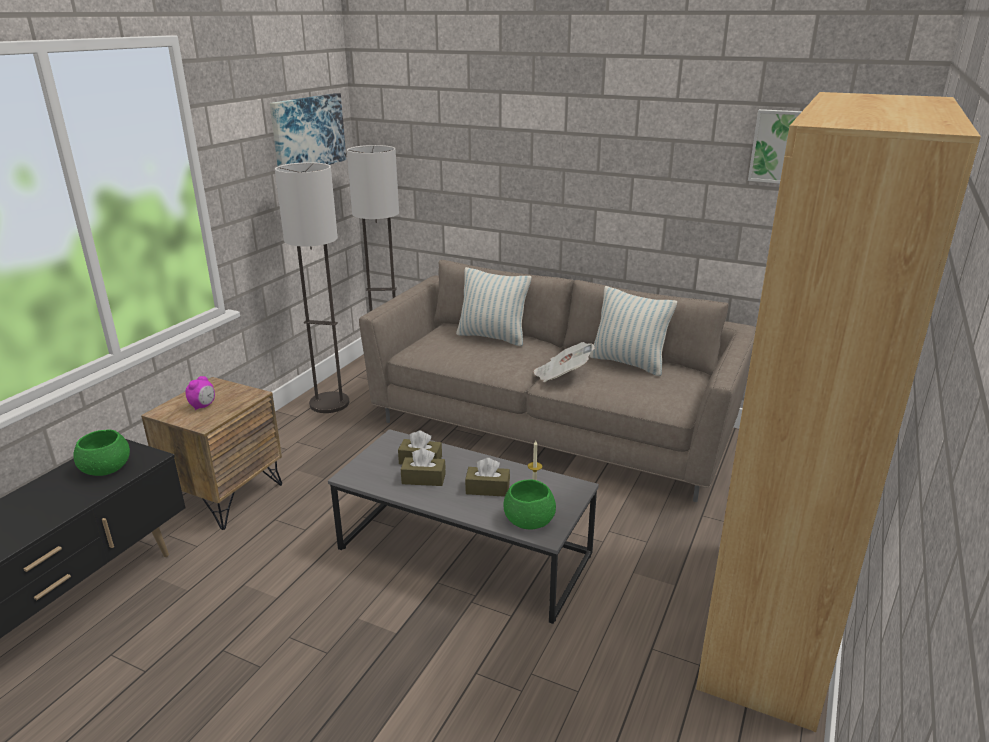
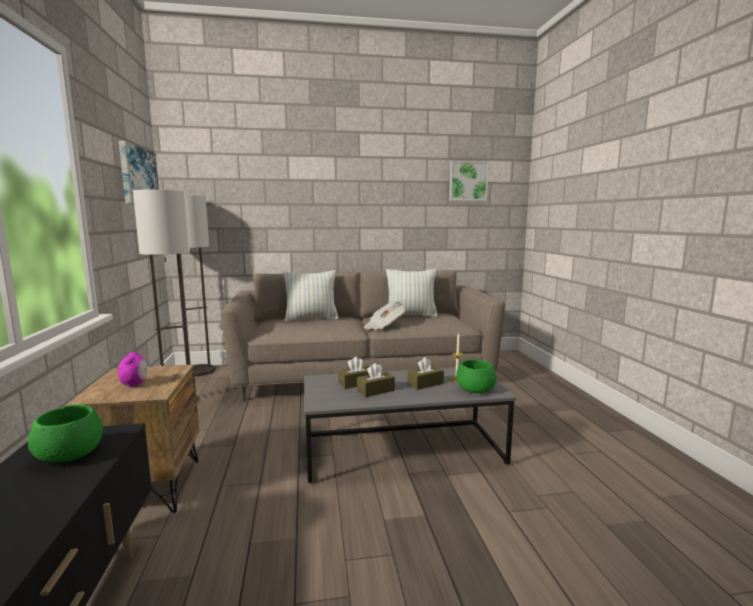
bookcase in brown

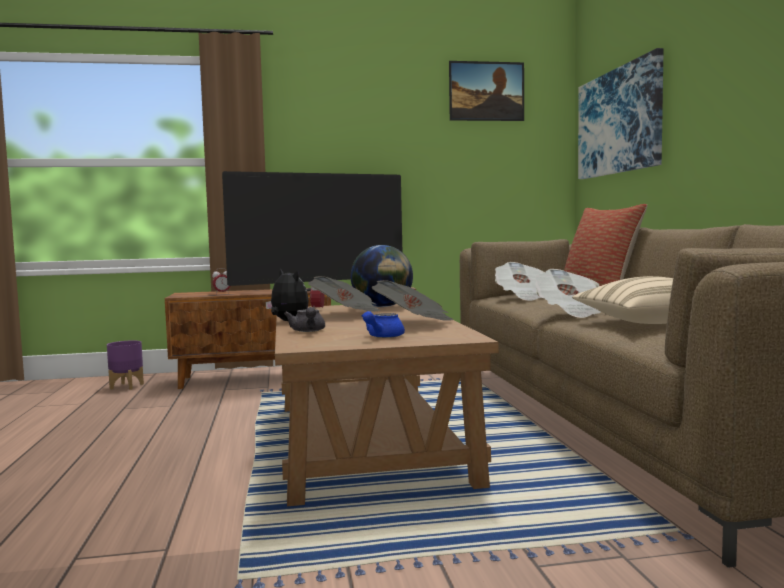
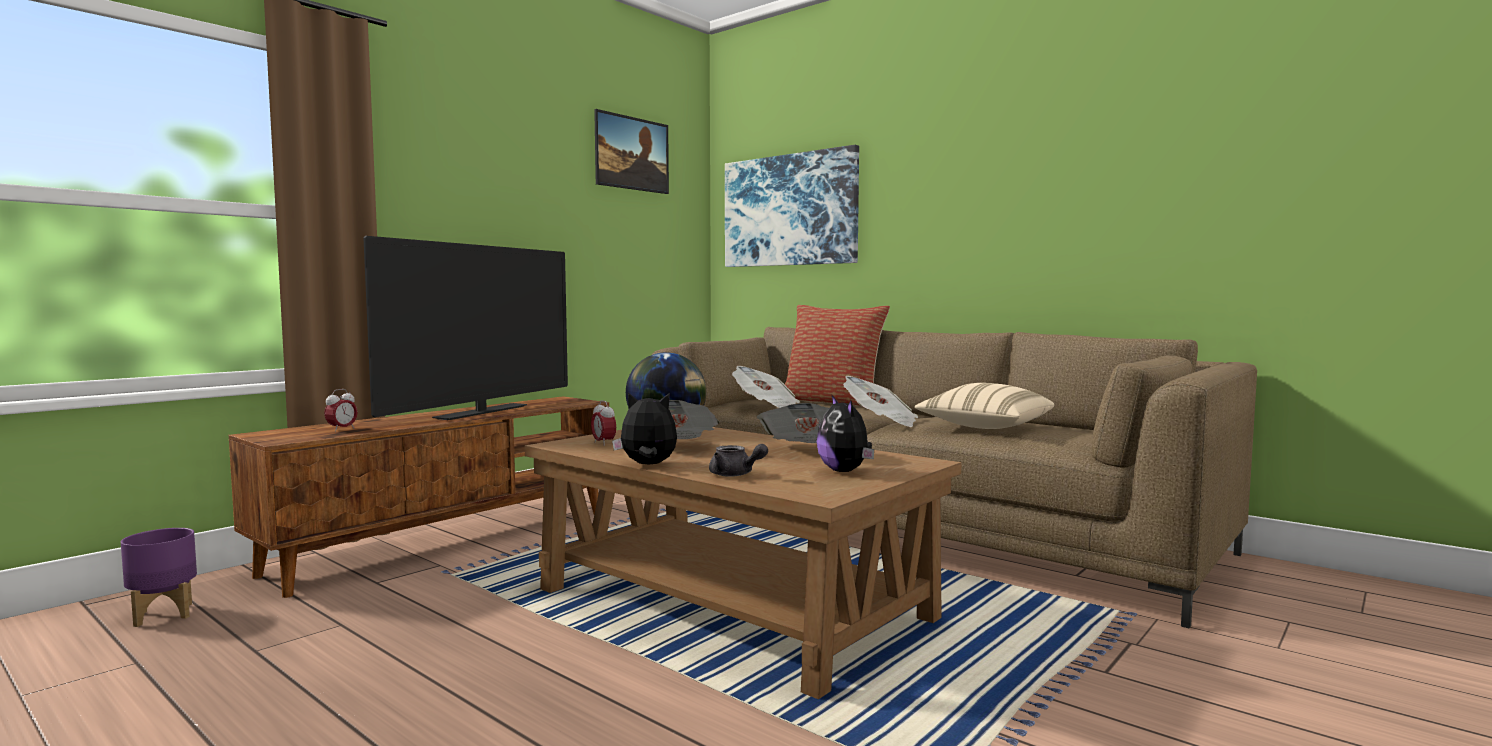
plush toy (no. 2 from left)

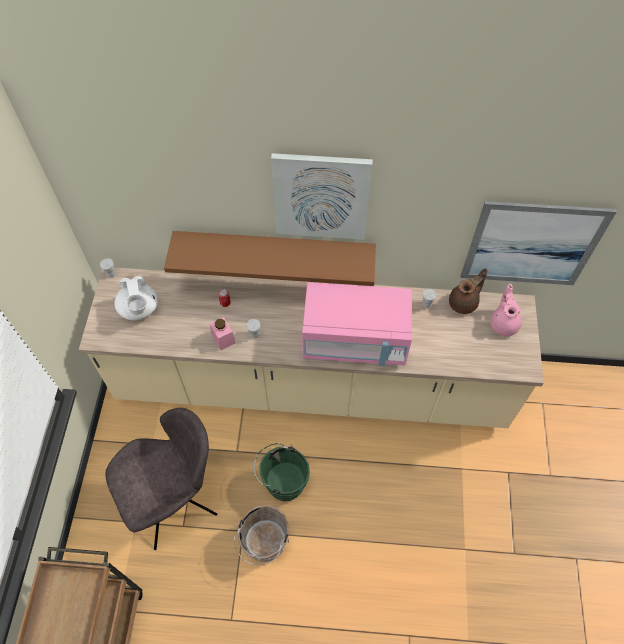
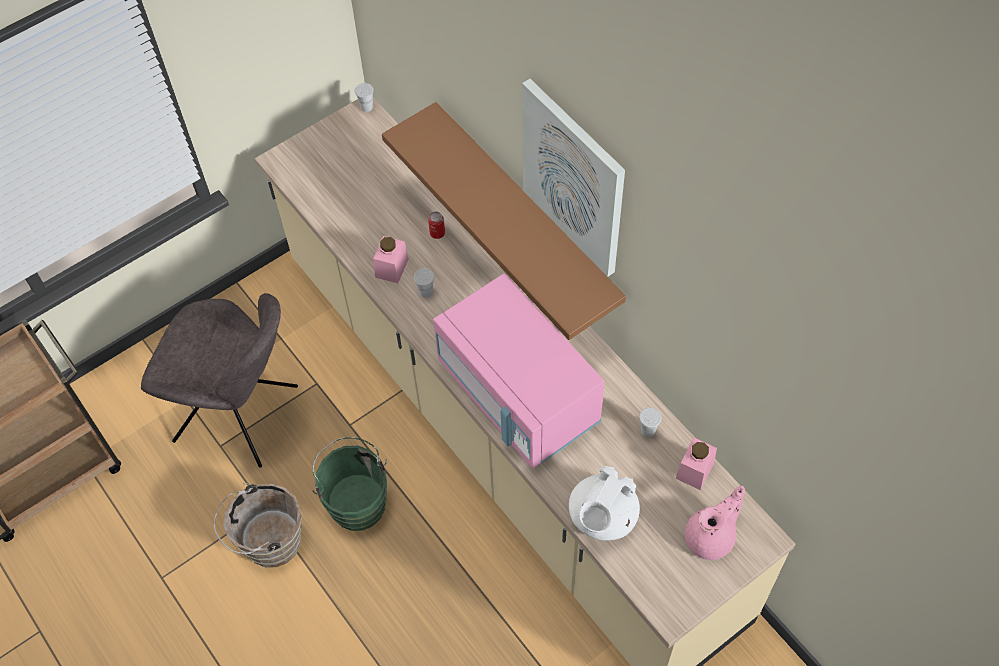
picture (no. 2 from left in the first image); jar in pink (no. 2 from left); teapot in white

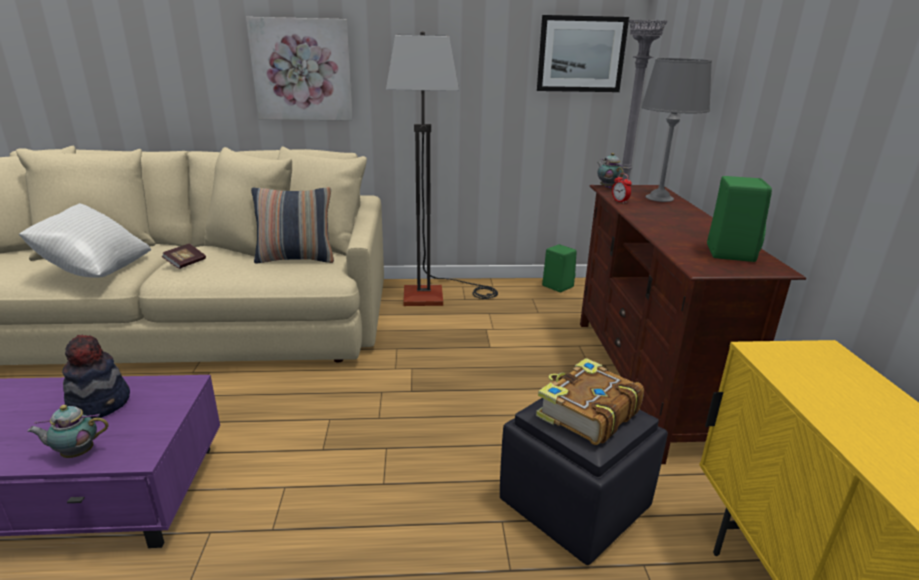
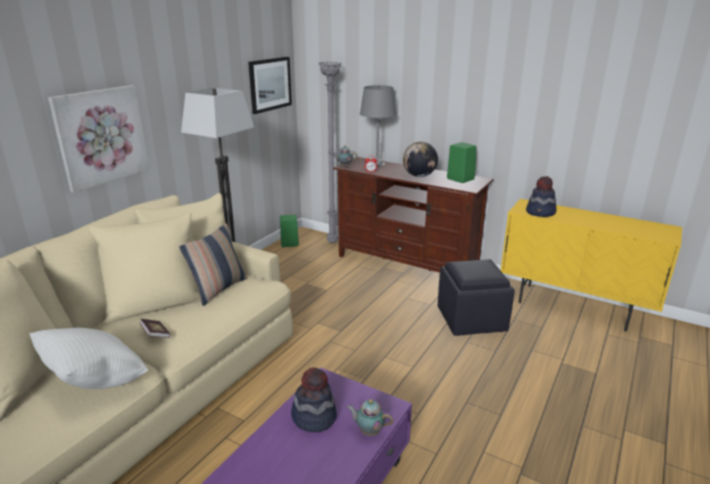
book (no. 2 from left in the first image); teapot (no. 2 from left); globe; hat (no. 2 from left)

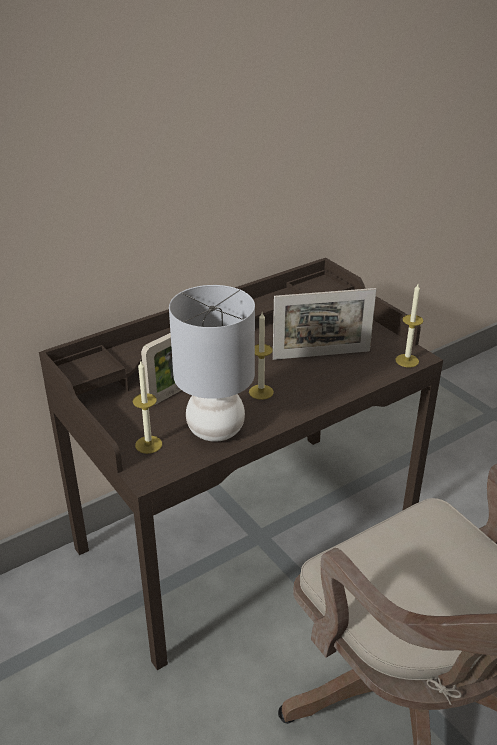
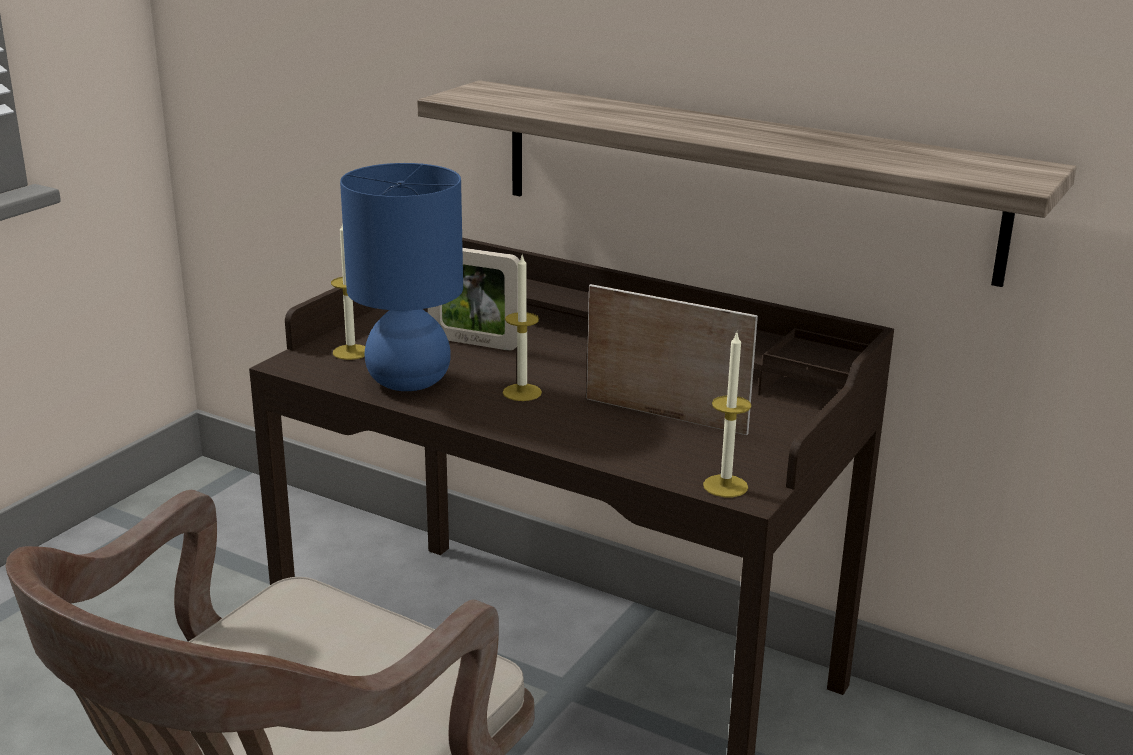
table lamp in blue; picture frame (no. 2 from left); shelf

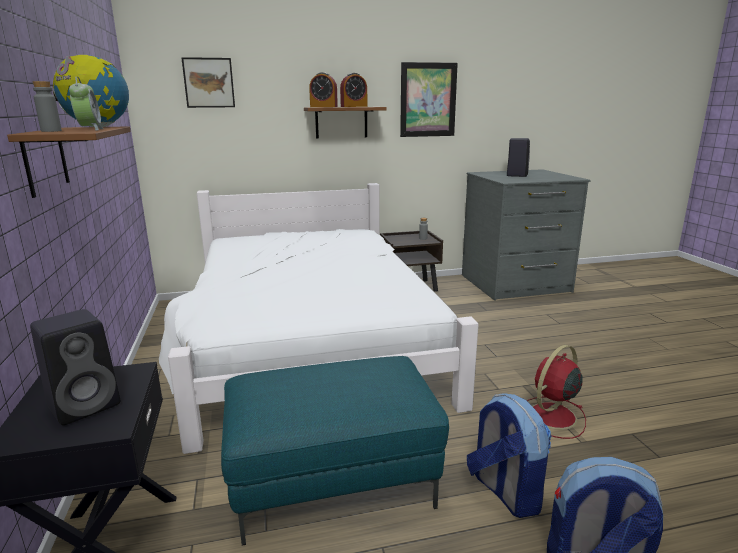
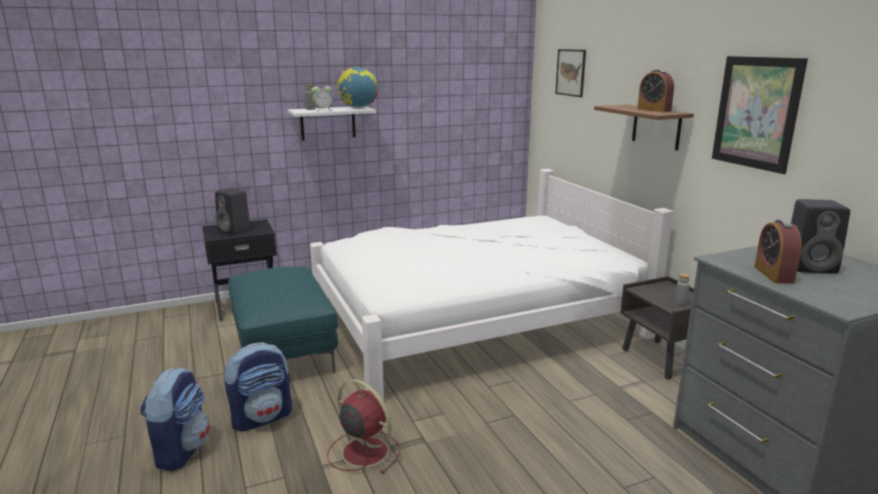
alarm clock (no. 3 from left); shelf in white

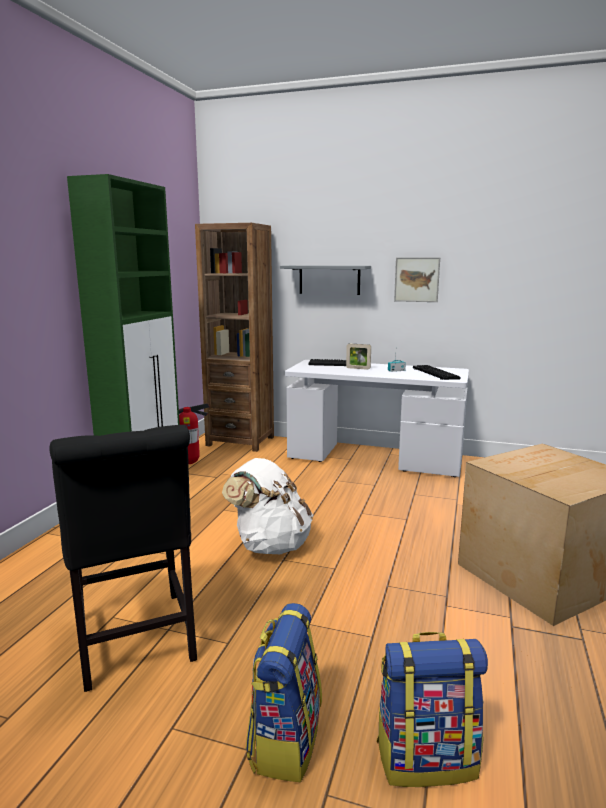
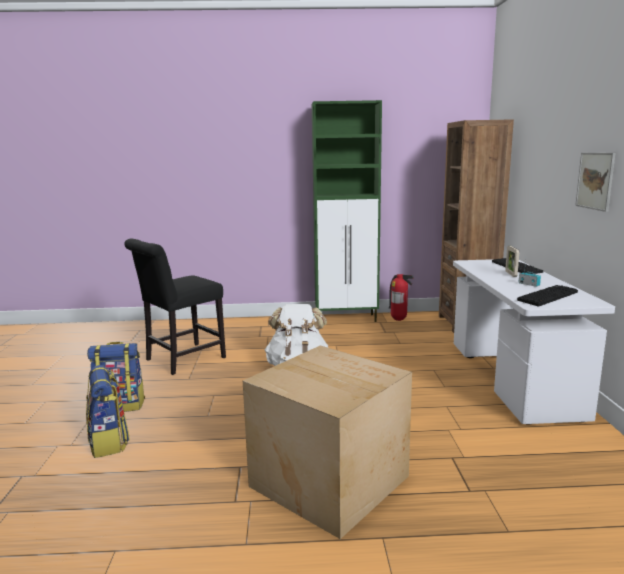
shelf in grey

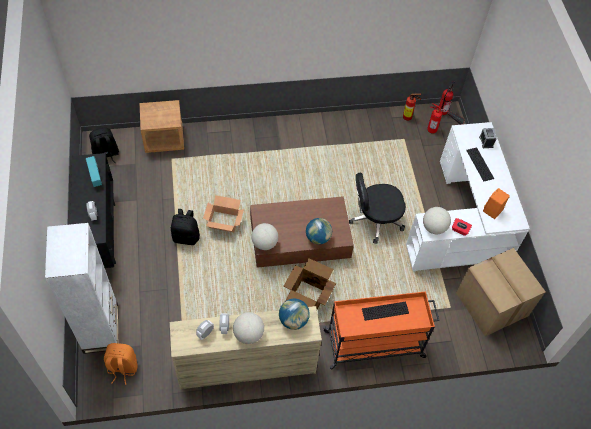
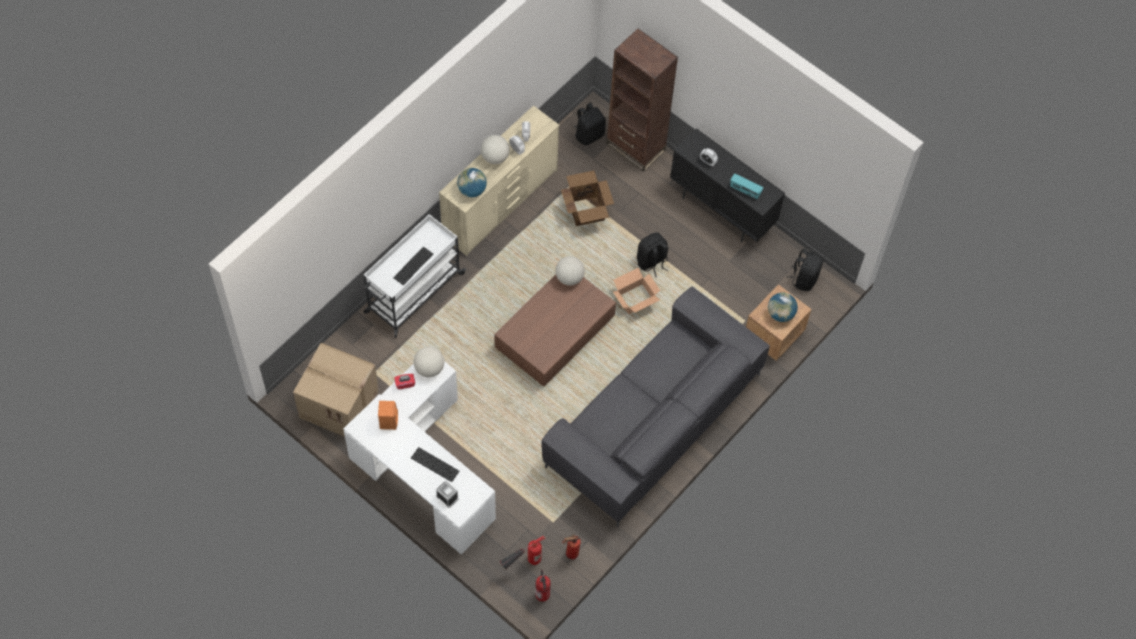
office chair in black; globe (no. 5 from left); bookcase in brown; cardboard box (no. 2 from left); cart in white; backpack in black (no. 1 from left); sofa in grey

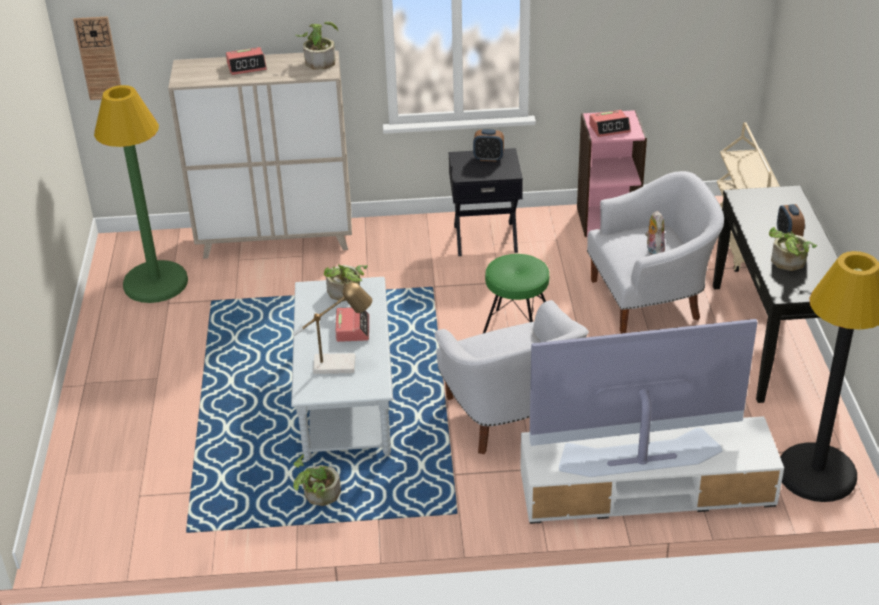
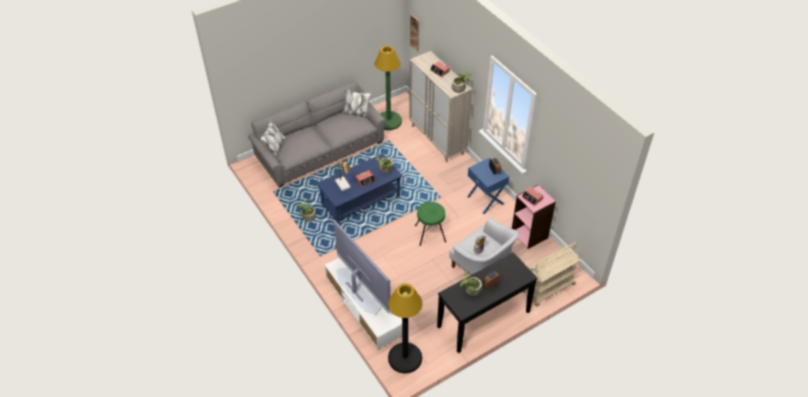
nightstand in blue; coffee table in blue; armchair in white (no. 1 from left in the first image); sofa in grey

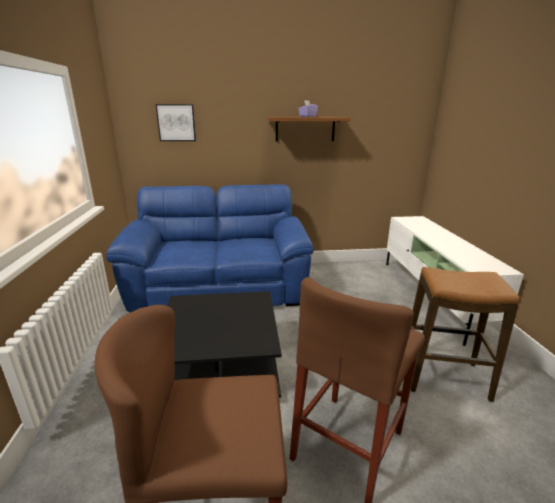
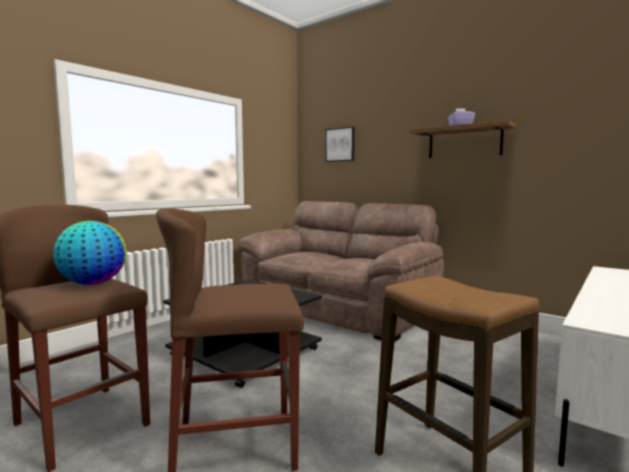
sofa in brown; globe

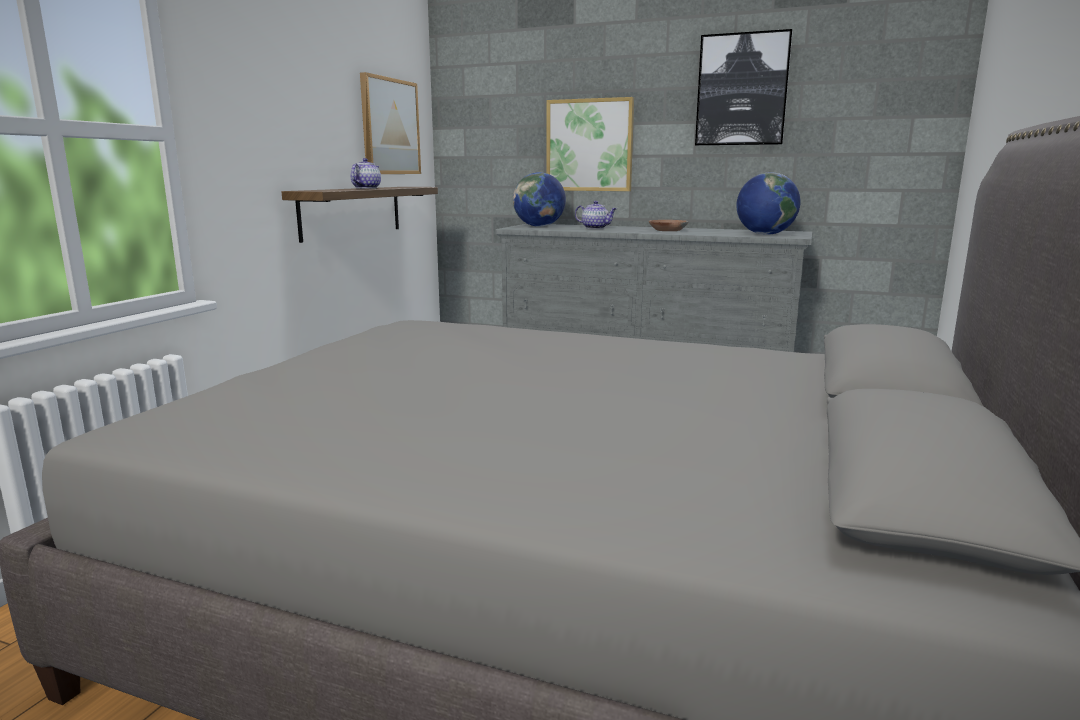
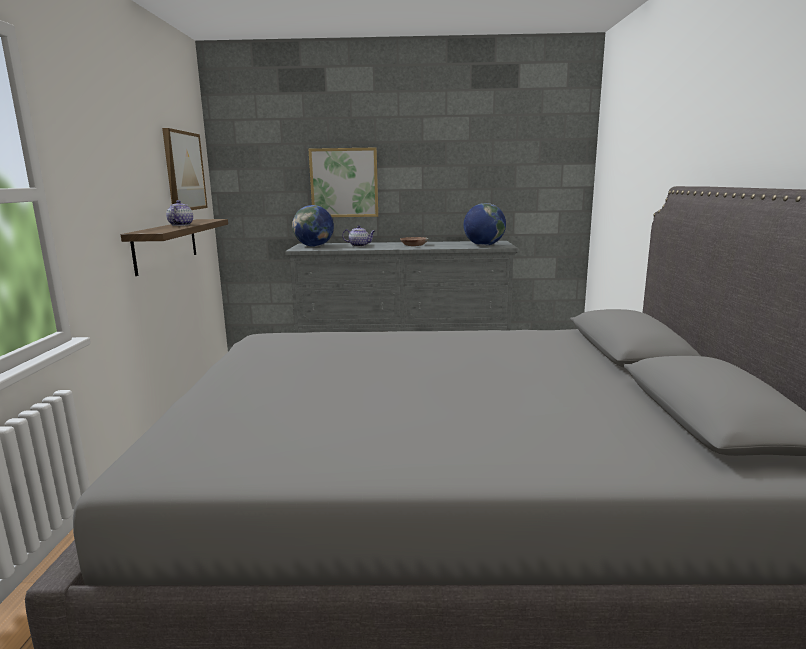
picture (no. 3 from left in the first image)

